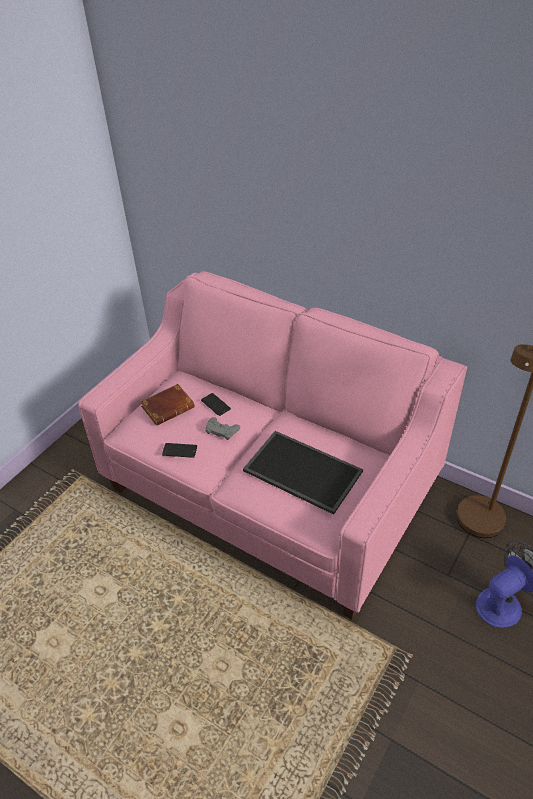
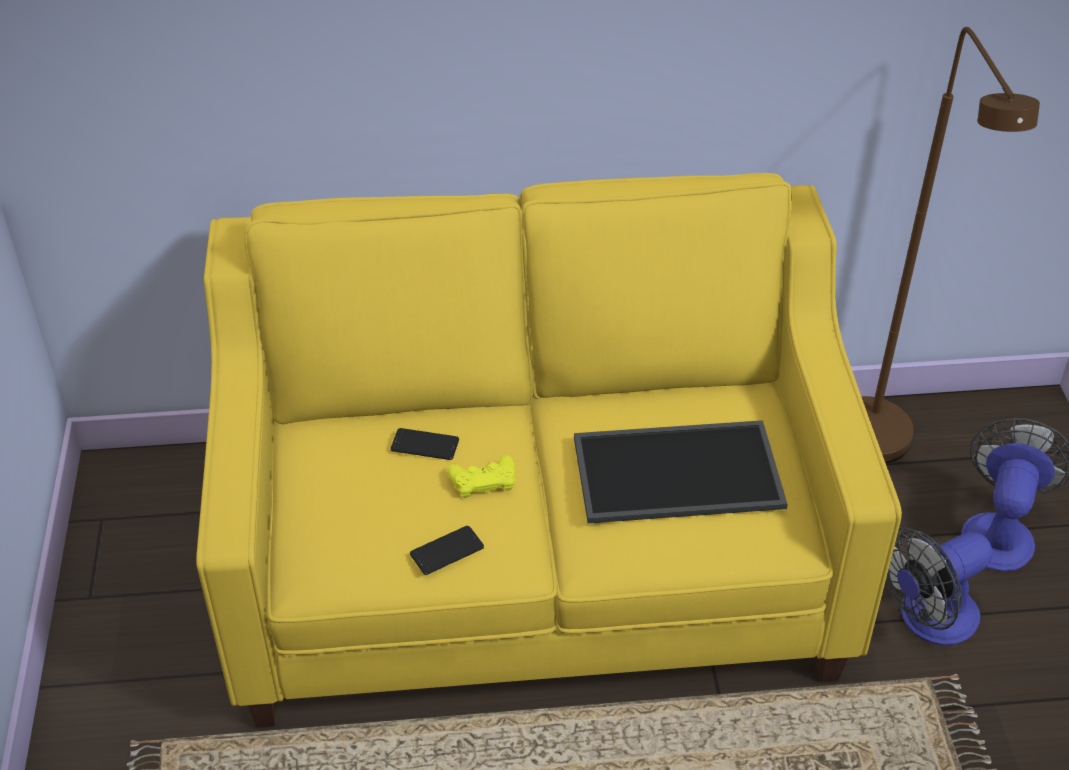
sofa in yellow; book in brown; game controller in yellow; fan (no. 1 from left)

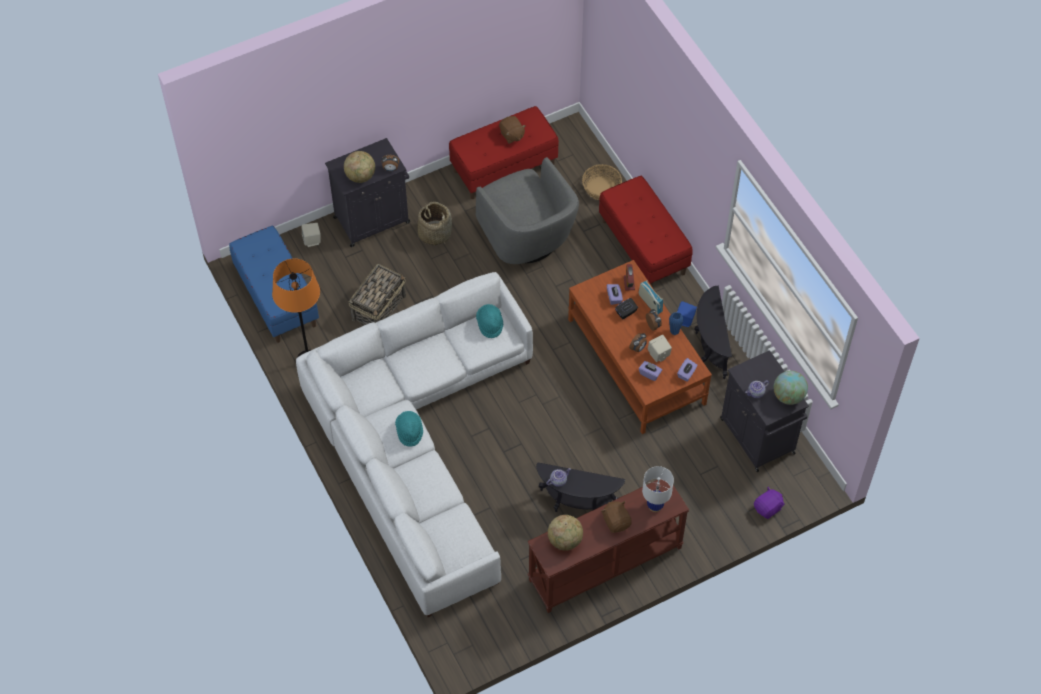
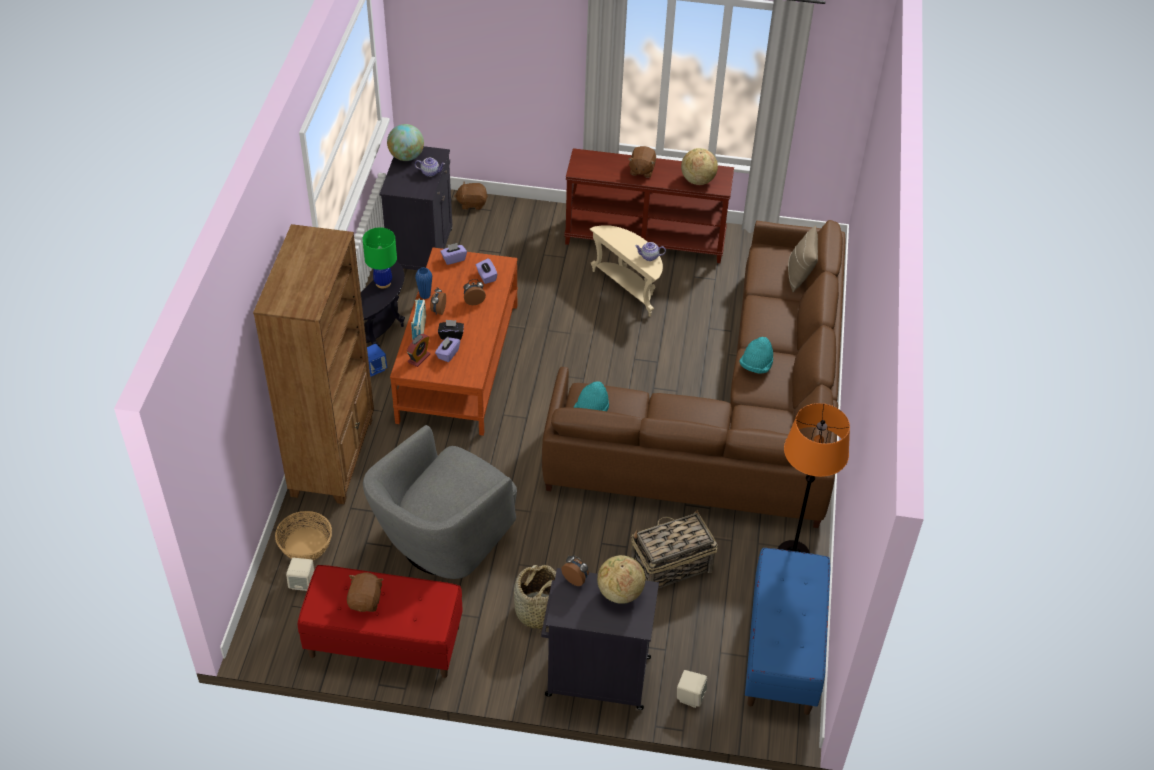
armchair in grey; bookcase in brown; sofa in brown; speaker in beige (no. 1 from left); side table in beige; table lamp in white; plush toy in brown (no. 2 from left); pillow in beige; table lamp in green

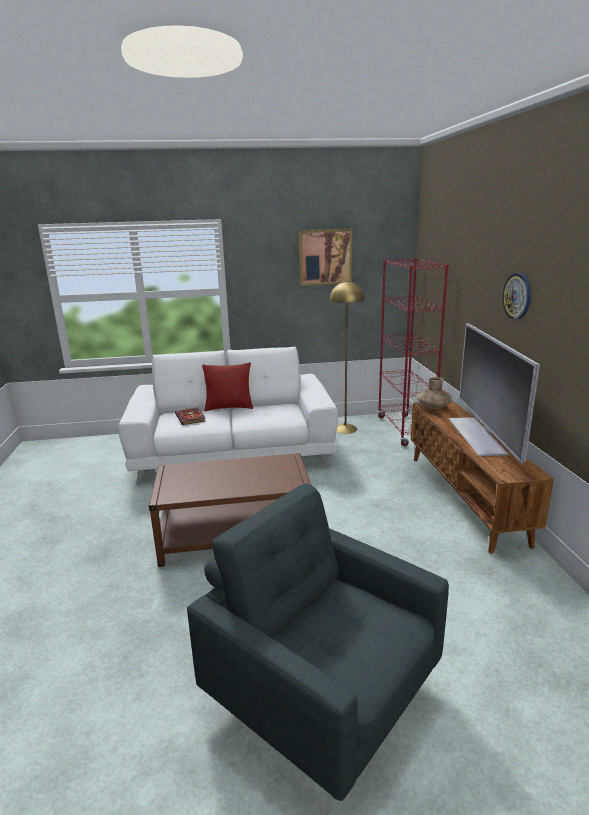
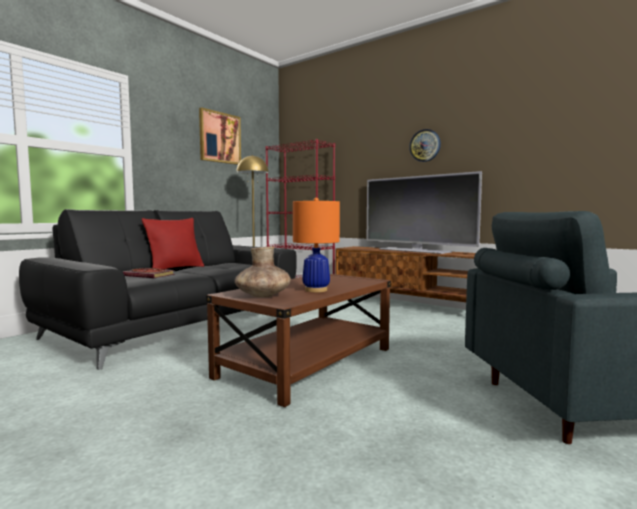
sofa in black; vase in brown; table lamp in orange

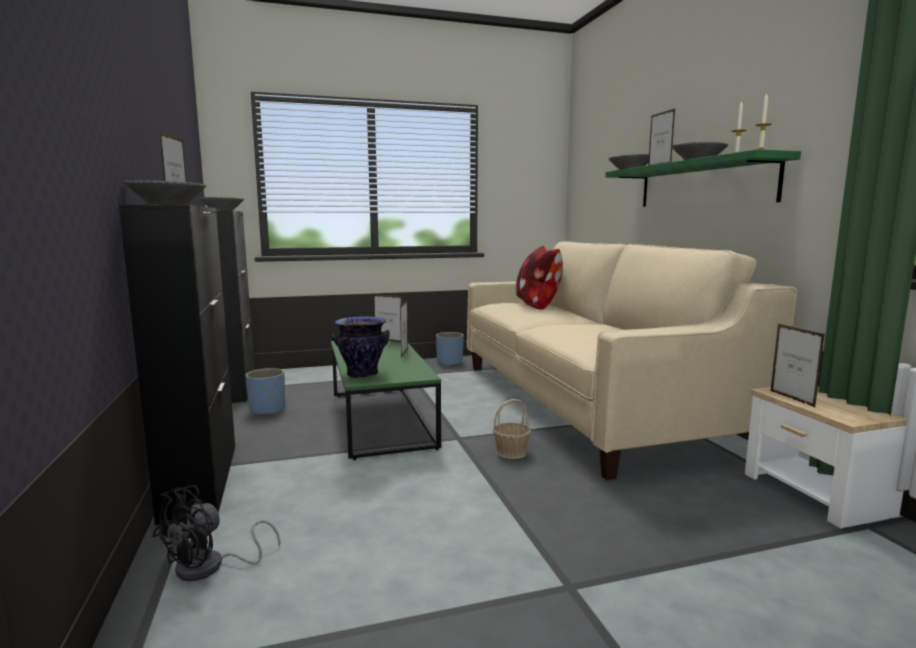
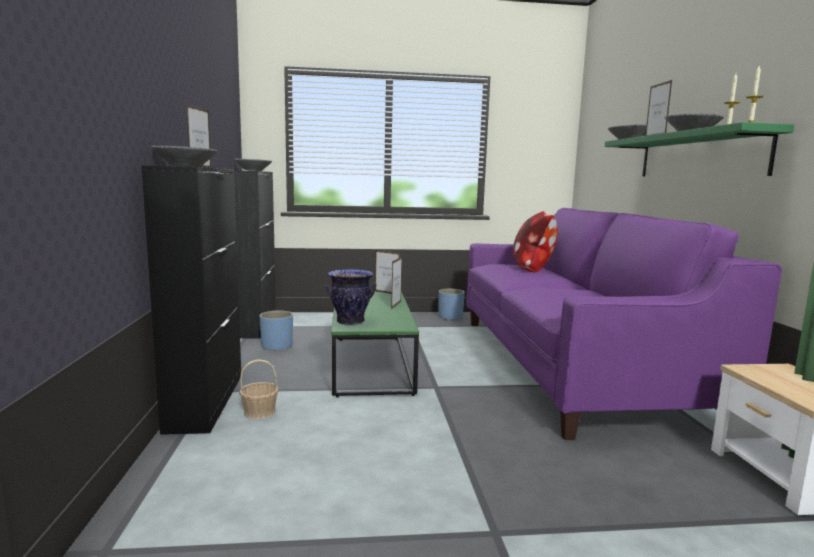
sofa in purple; picture frame (no. 5 from left in the first image); basket; fan in black

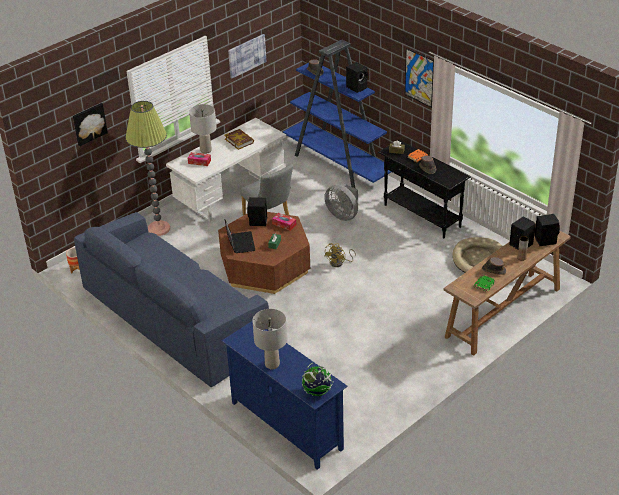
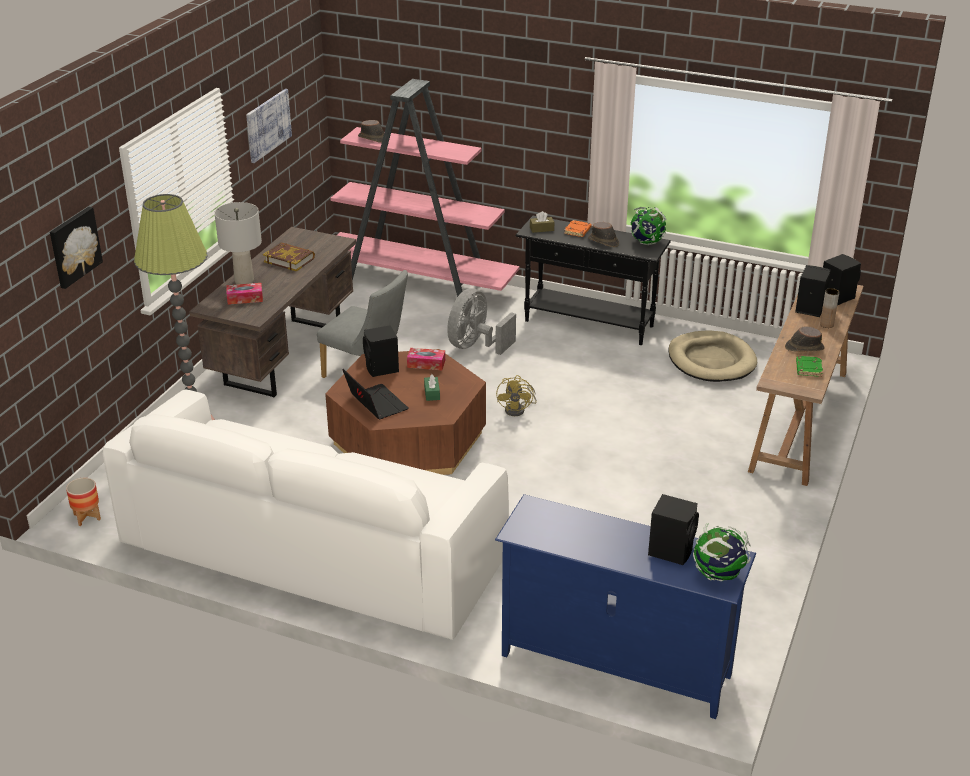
bookcase in pink; picture (no. 3 from left in the first image); speaker in black (no. 2 from left); desk in brown; fan in grey; sofa in white; table lamp in grey (no. 2 from left in the first image); globe (no. 1 from left)

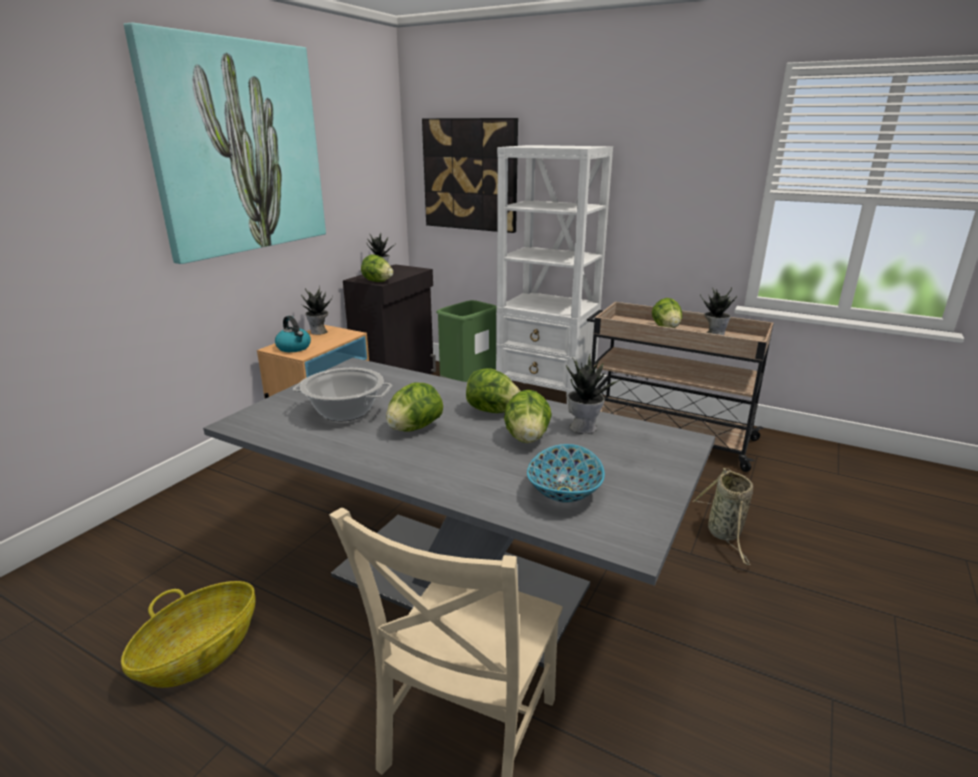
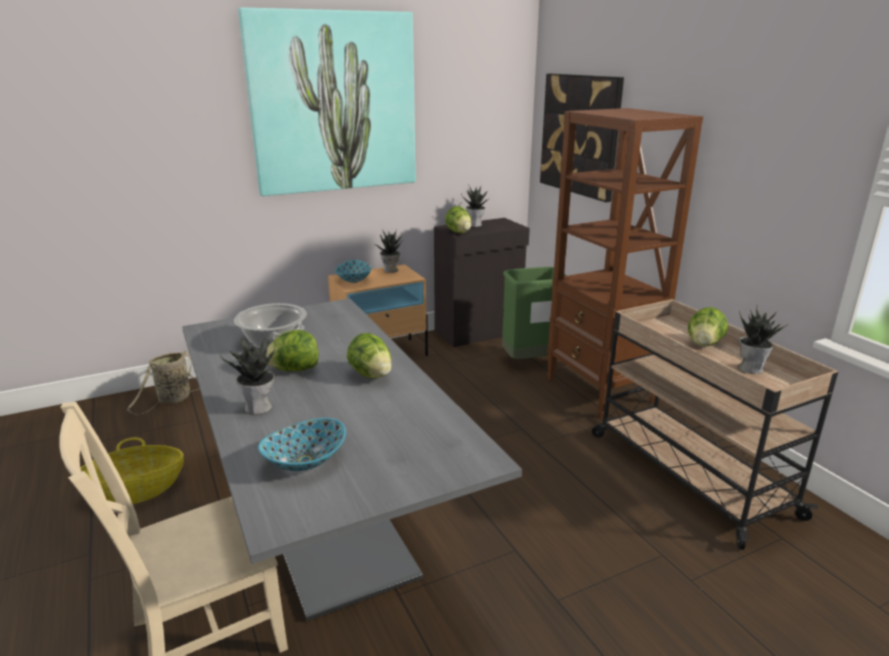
bookcase in brown; bowl (no. 2 from left); potted plant (no. 1 from left); lettuce (no. 4 from left in the first image); basket (no. 2 from left)

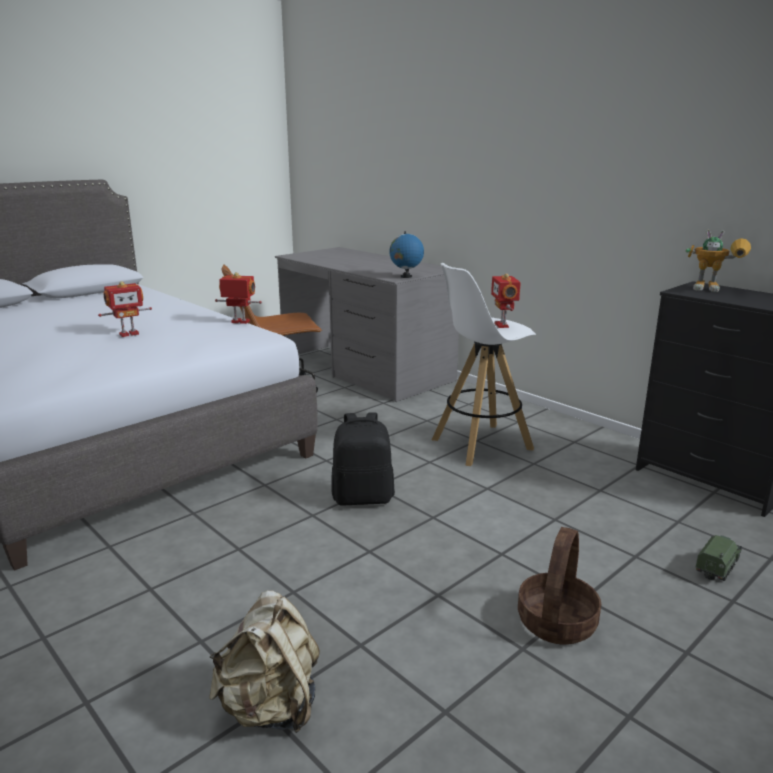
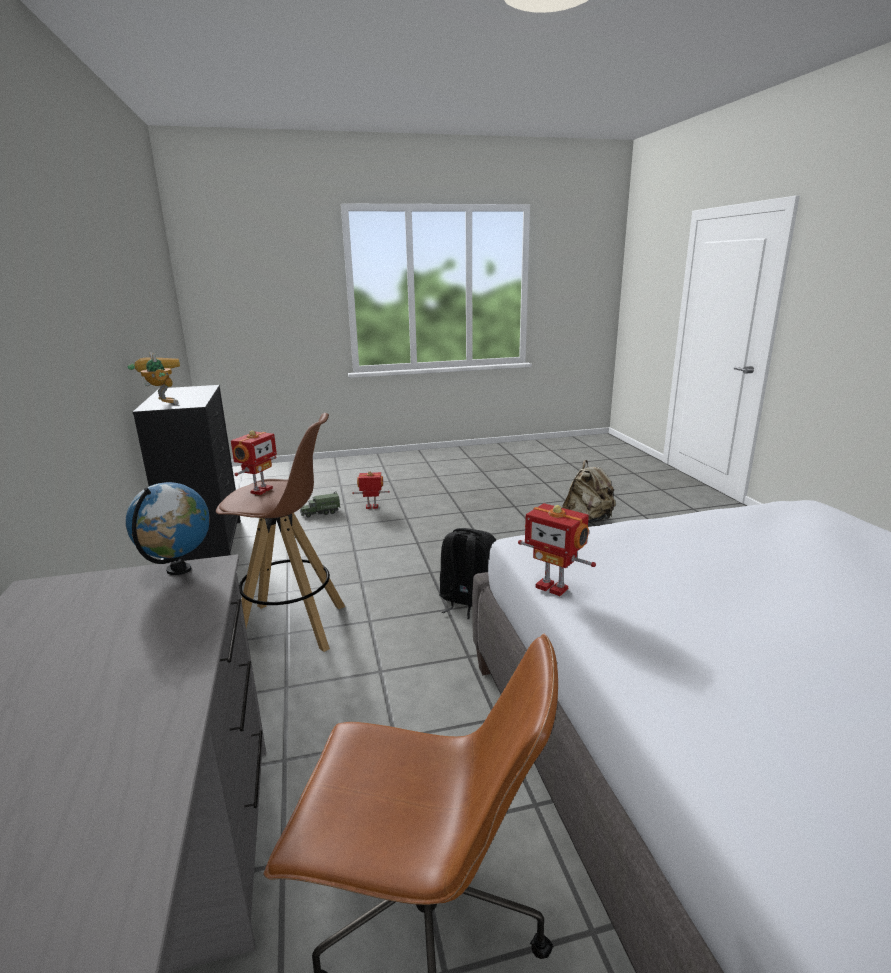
stool in brown; toy robot (no. 3 from left); basket

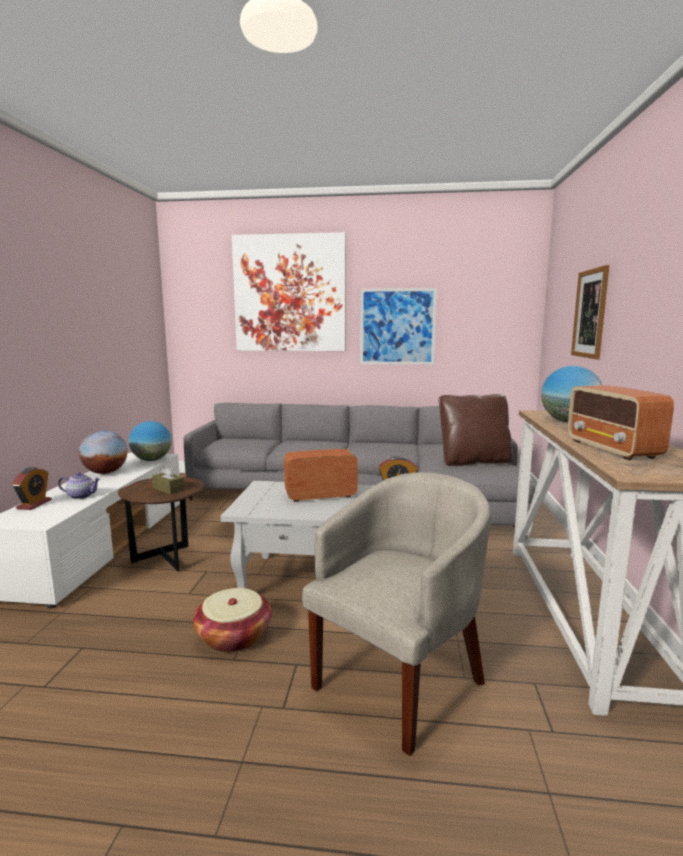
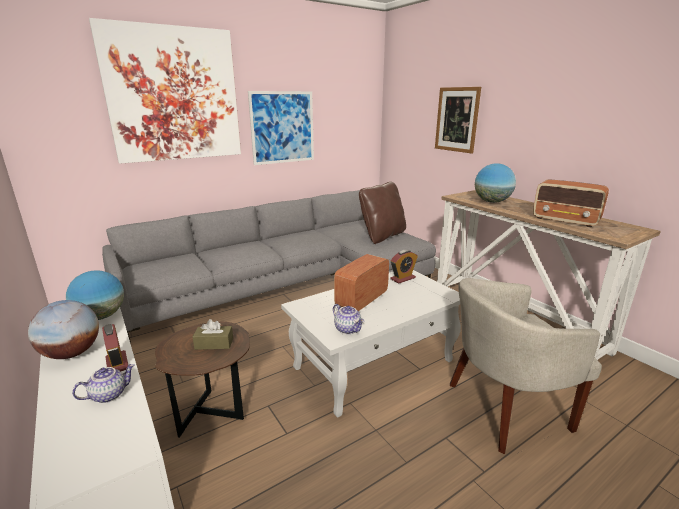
alarm clock (no. 1 from left); armchair in beige; basket; teapot (no. 2 from left)

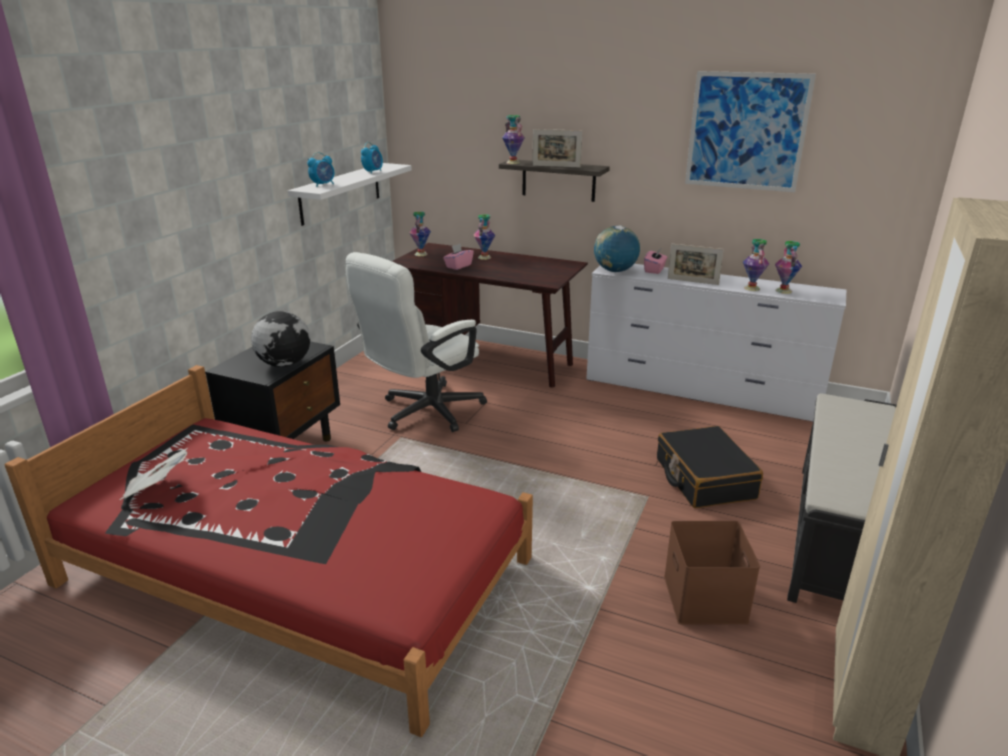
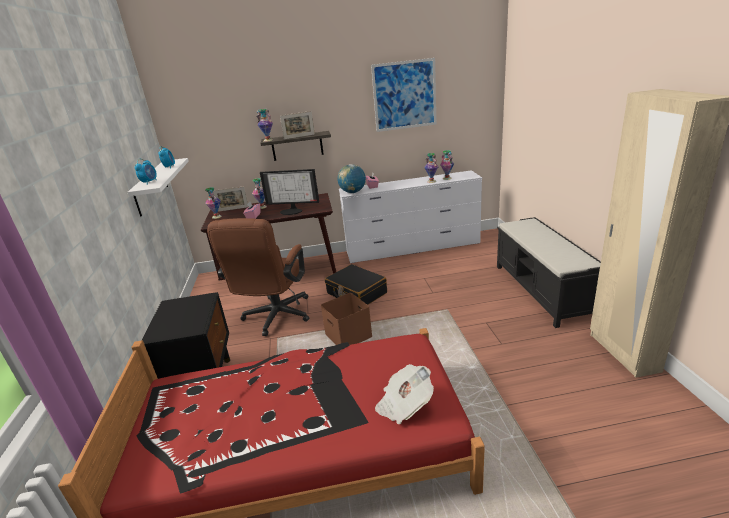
picture frame (no. 1 from left); office chair in brown; globe (no. 1 from left in the first image); suitcase in black; newspaper; storage box in brown; monitor

